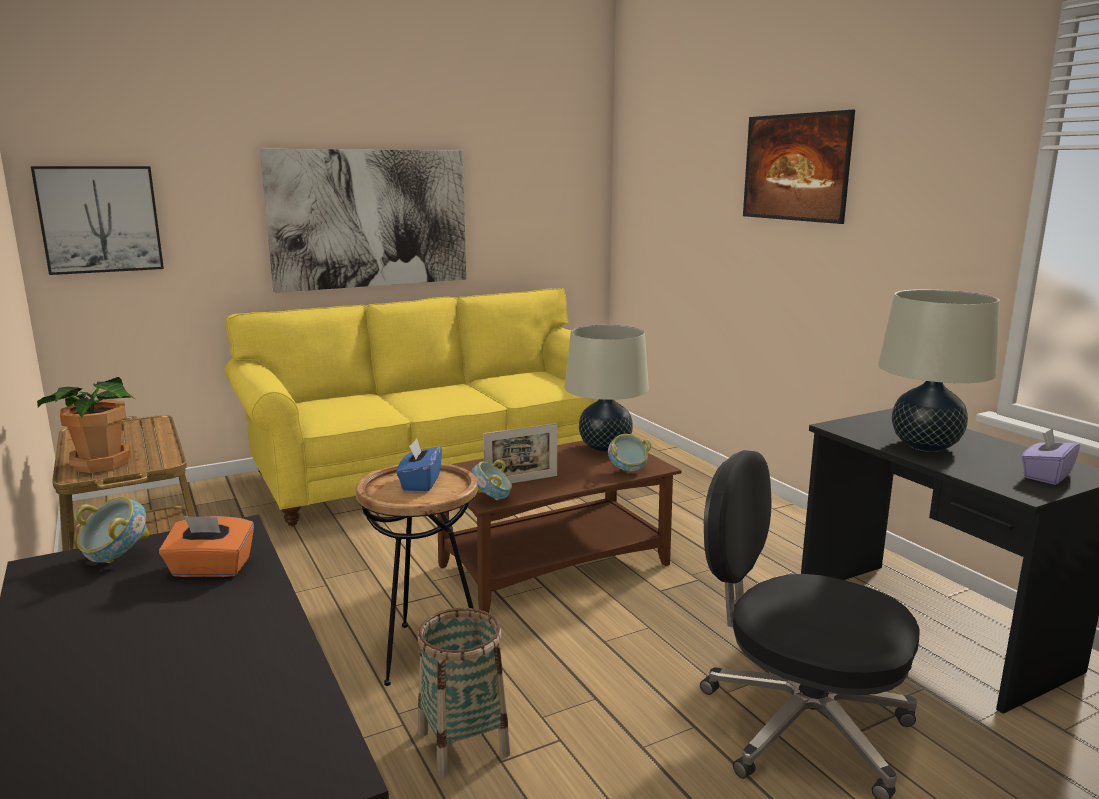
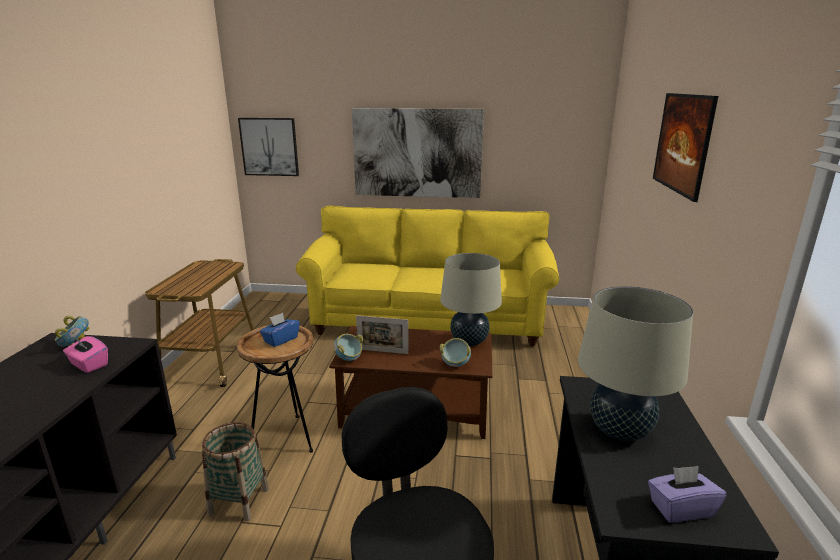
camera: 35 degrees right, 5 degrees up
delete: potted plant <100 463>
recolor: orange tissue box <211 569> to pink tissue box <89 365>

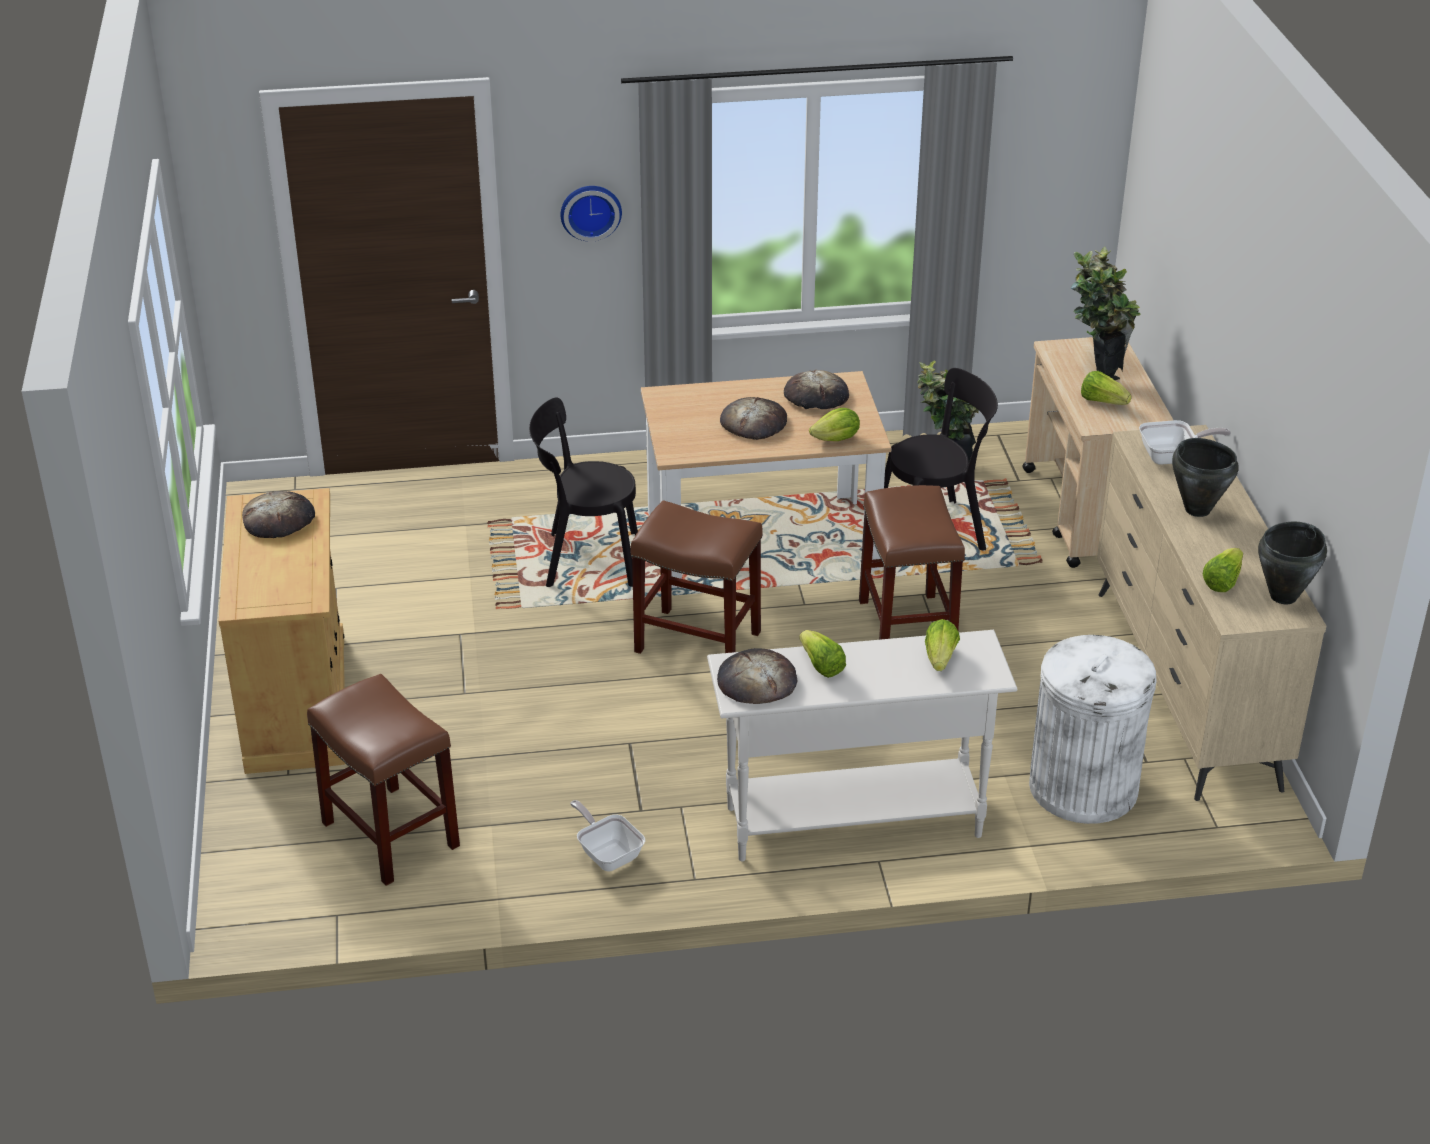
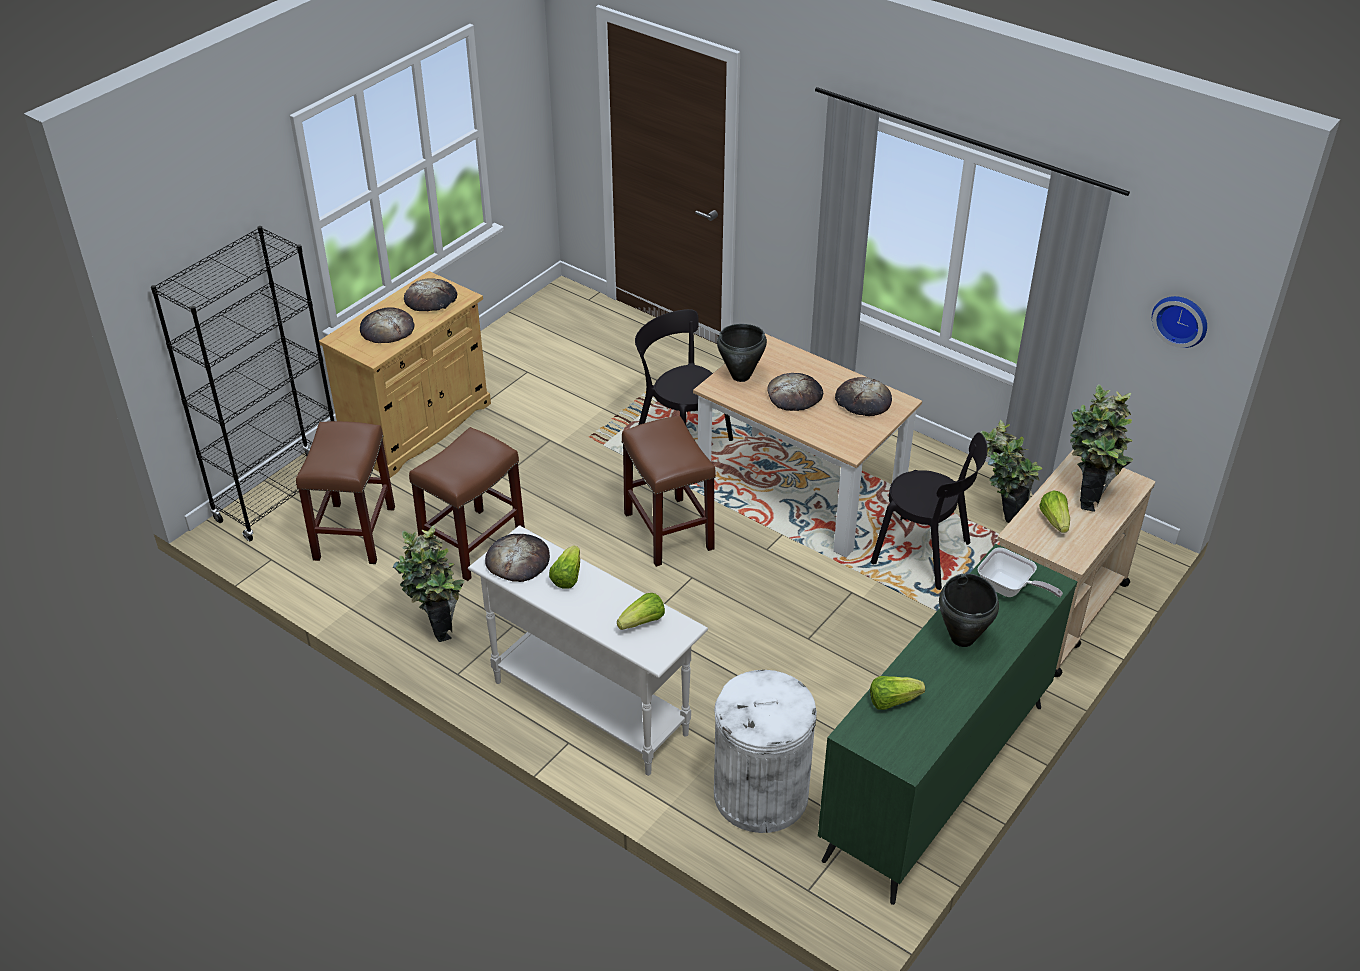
camera: 45 degrees right, 5 degrees up
delete: lettuce <836 439>
insert: black bookcase <280 497>; bread <387 329>
move: brown stool <907 629> to <473 545>; black cooking pot <1284 596> to <741 376>; wall clock <590 211> to <1181 319>
replace: frying pan <608 854> to potted plant <437 624>
recolor: beige dresser <1185 688> to green dresser <934 781>

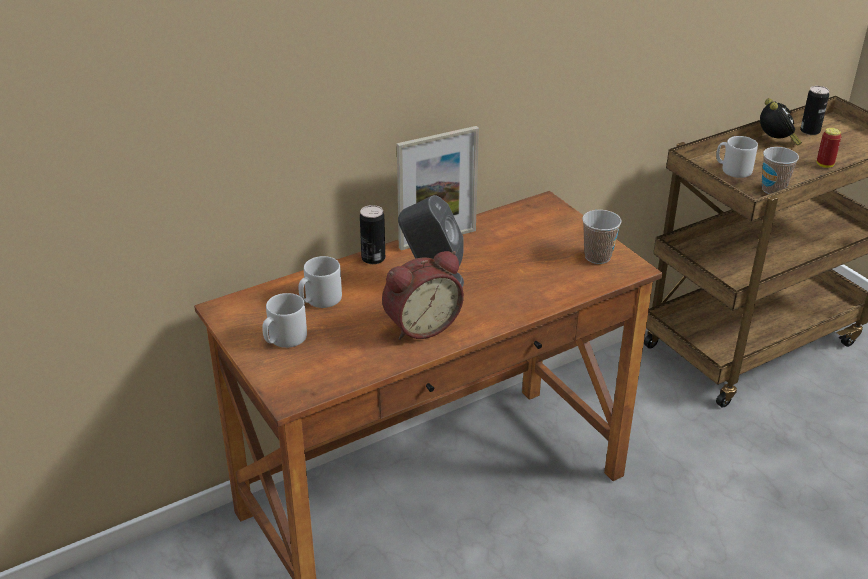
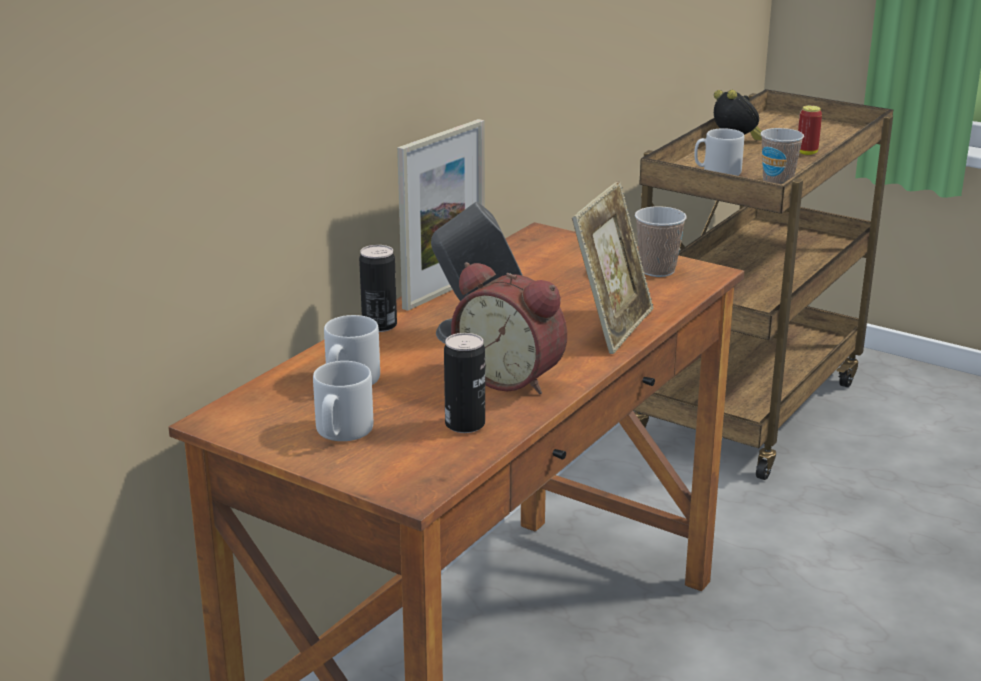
camera: 25 degrees left, 10 degrees down
insert: picture frame <612 327>
move: can <810 131> to <465 424>
rotate: alarm clock <420 325> = <512 378> 90 degrees clockwise

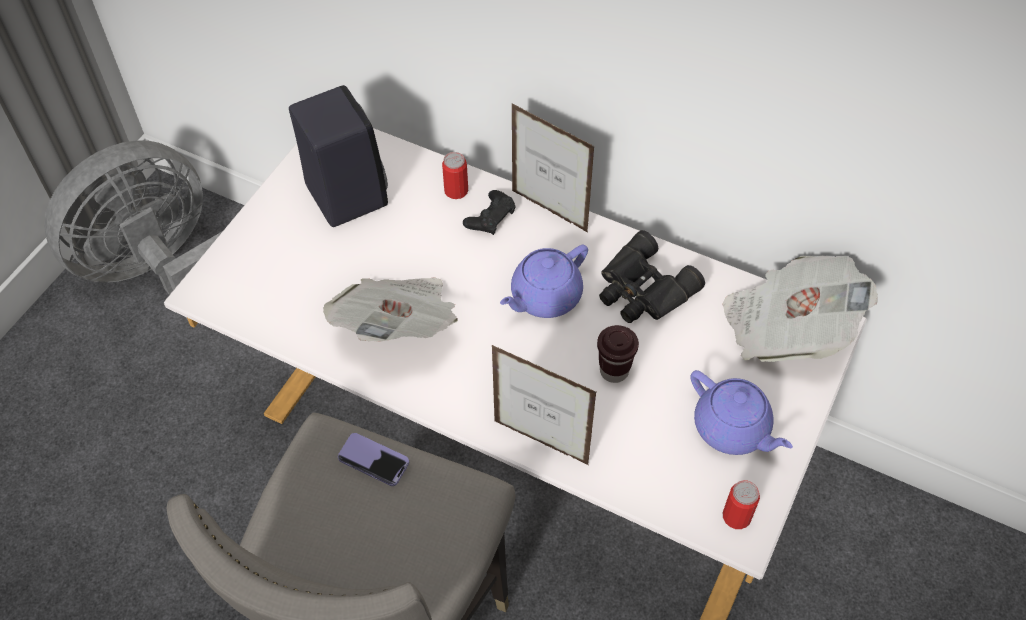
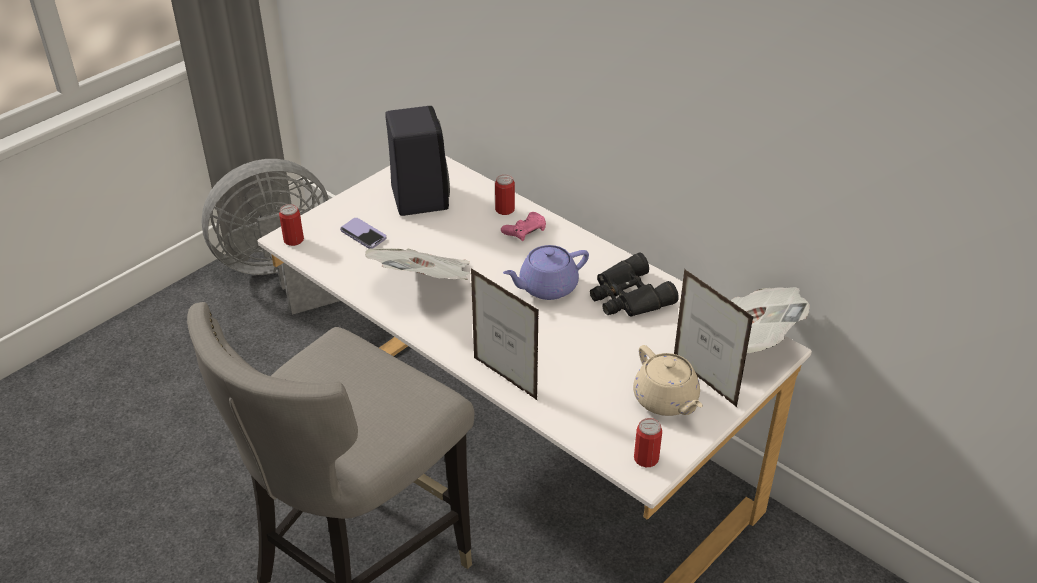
camera: 15 degrees right, 15 degrees down
delete: brown cup <614 371>
insert: can <293 240>
move: phone <373 460> to <363 234>; picture frame <549 211> to <704 382>
recolor: black game controller <490 217> to pink game controller <525 230>; purple teapot <732 429> to beige teapot <666 400>

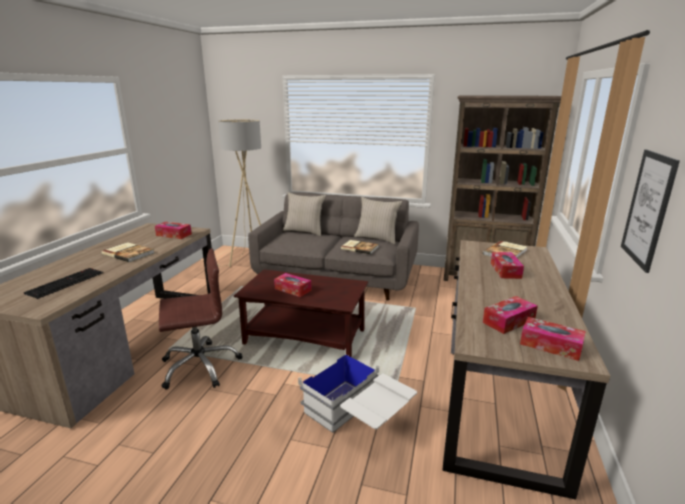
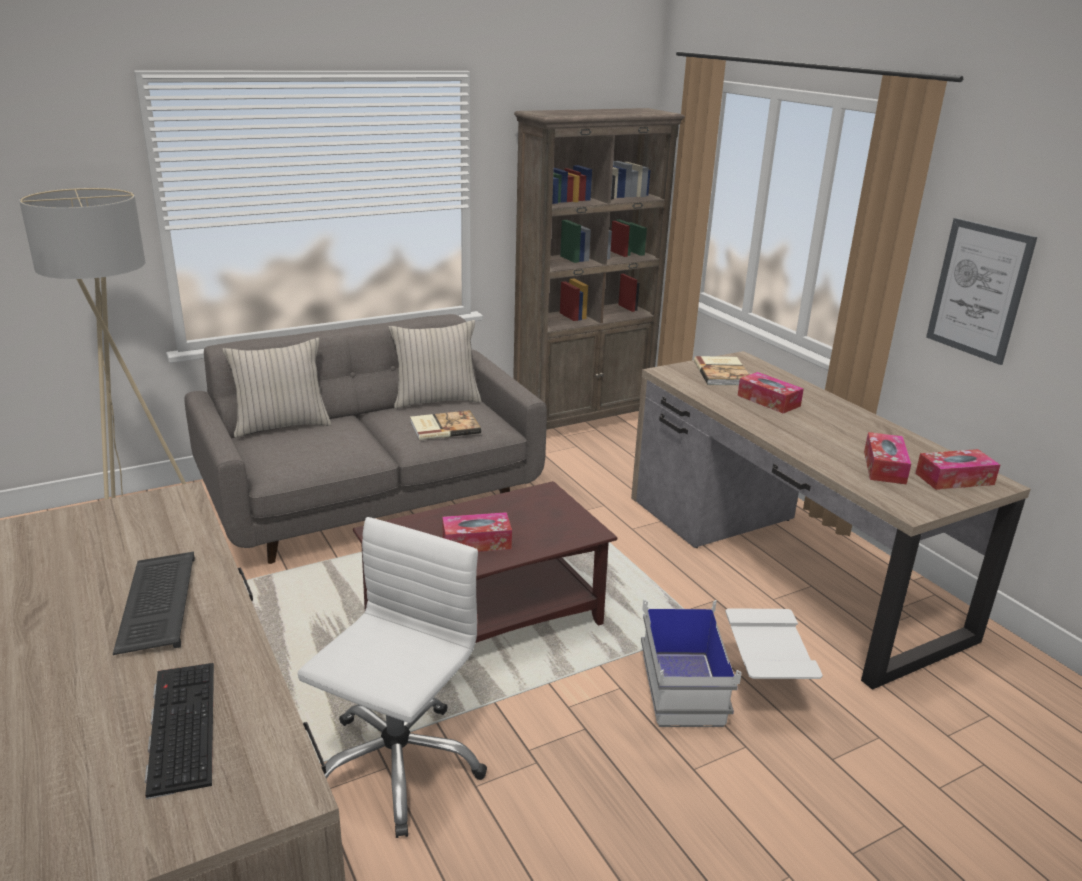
camera: 45 degrees left, 5 degrees up
delete: tissue box <174 235>
replace: book <129 253> to keyboard <156 603>
recolor: brown office chair <200 366> to white office chair <396 765>

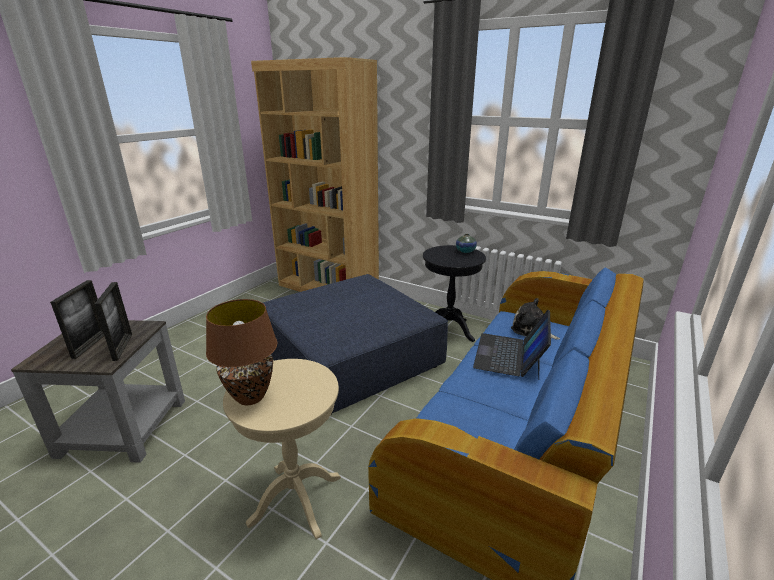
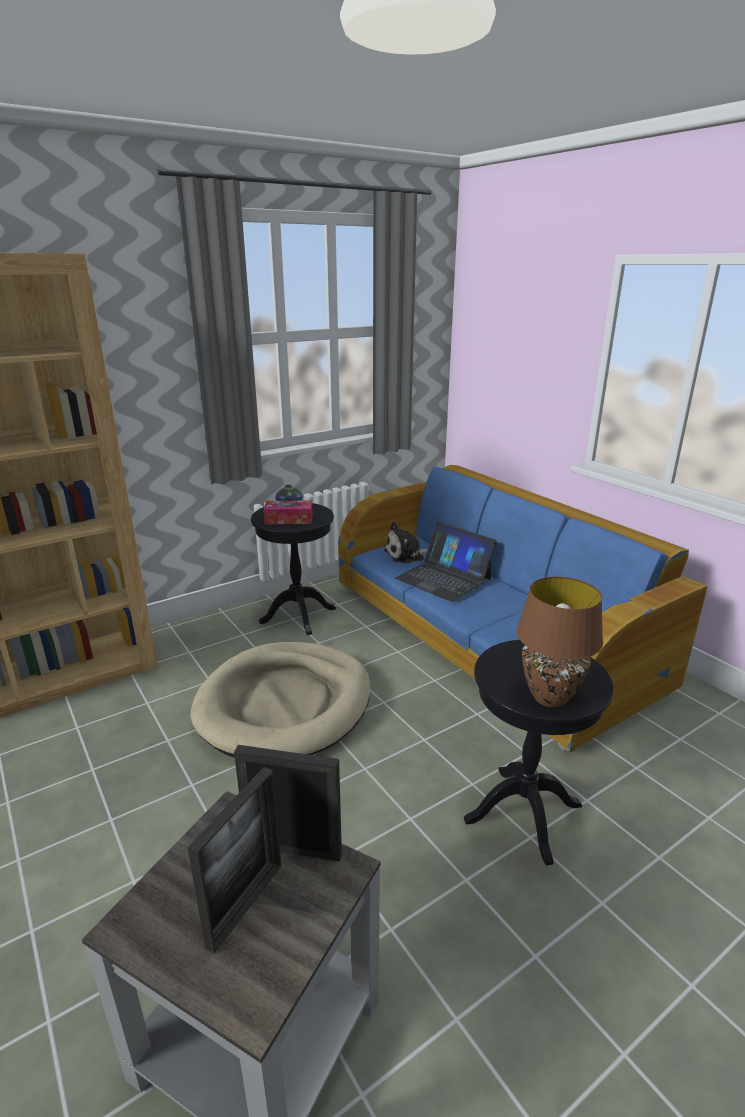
camera: 65 degrees left, 0 degrees up
insert: tissue box <289 519>
replace: blue ottoman <351 357> to beige dog bed <285 704>
recolor: beige side table <296 499> to black side table <523 813>
rotate: picture frame <90 345> = <245 904> 90 degrees clockwise

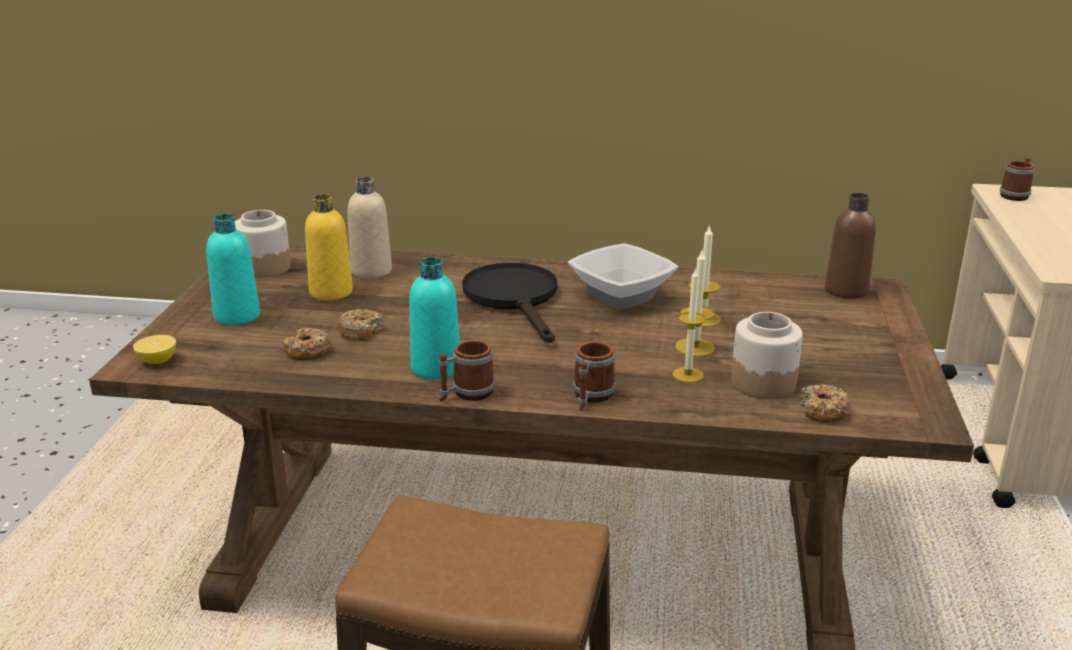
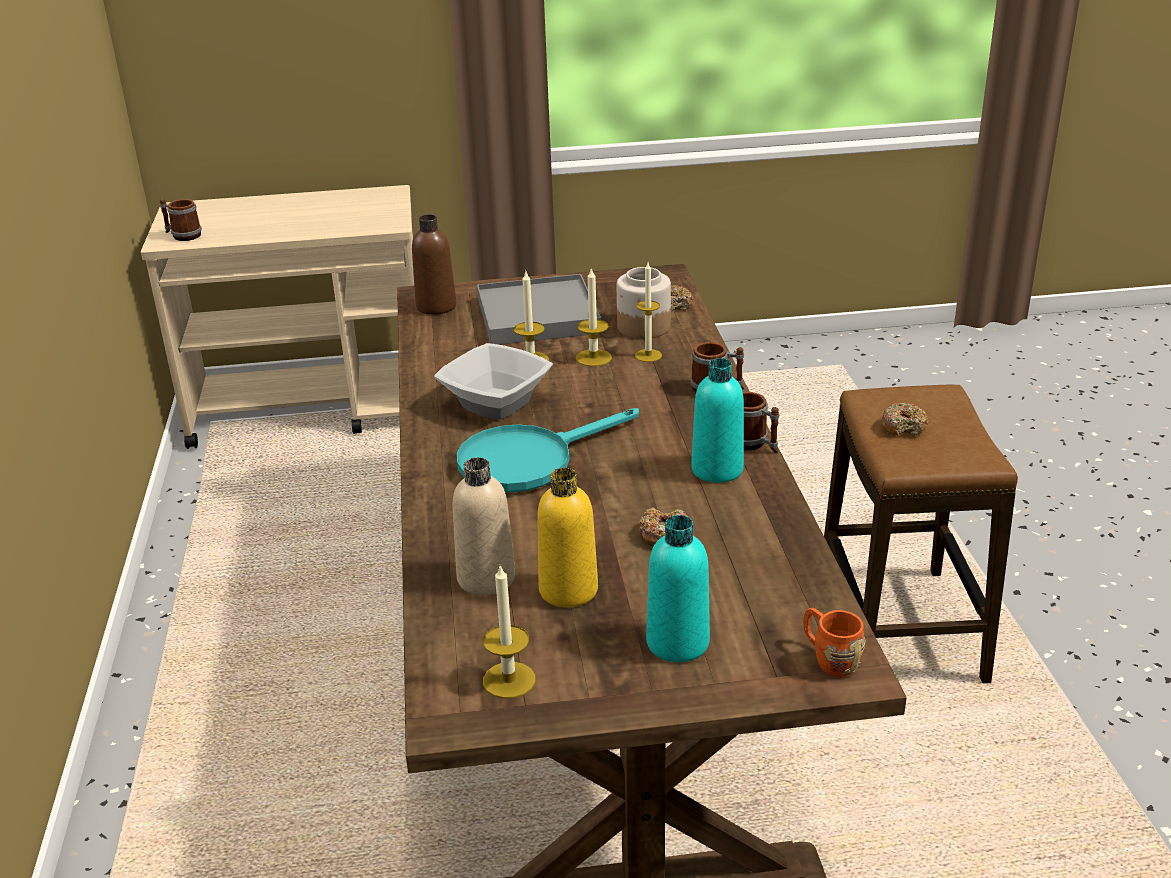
camera: 105 degrees left, 5 degrees up
insert: grey tray <538 316>
move: donut <308 351> to <904 426>
replace: jar <264 268> to candle <509 680>; lemon <157 361> to orange mug <829 658>
recolor: black frying pan <515 299> to turquoise frying pan <529 460>

